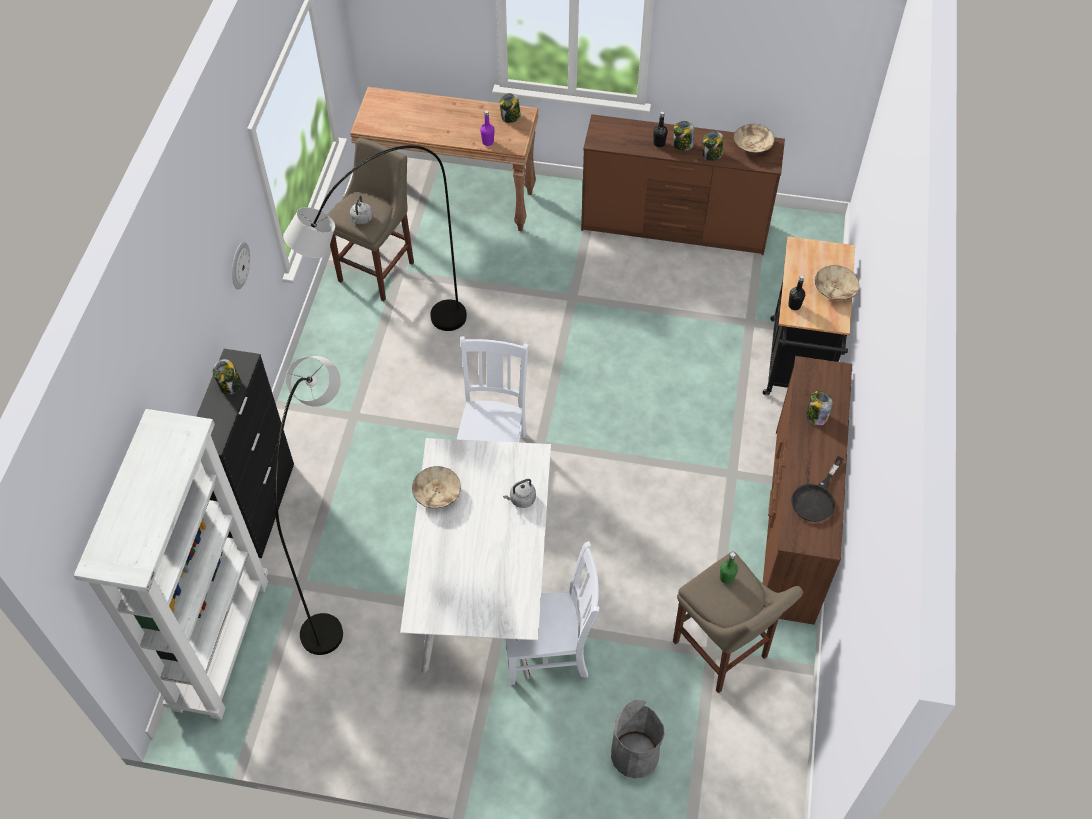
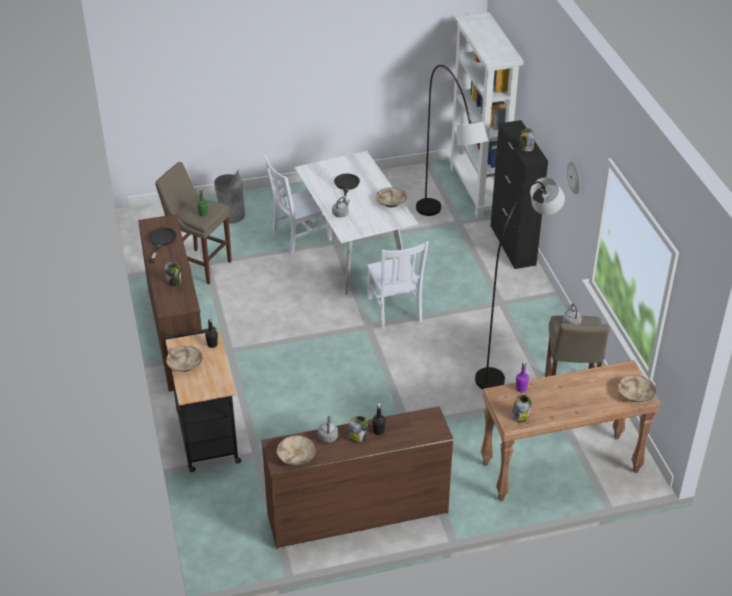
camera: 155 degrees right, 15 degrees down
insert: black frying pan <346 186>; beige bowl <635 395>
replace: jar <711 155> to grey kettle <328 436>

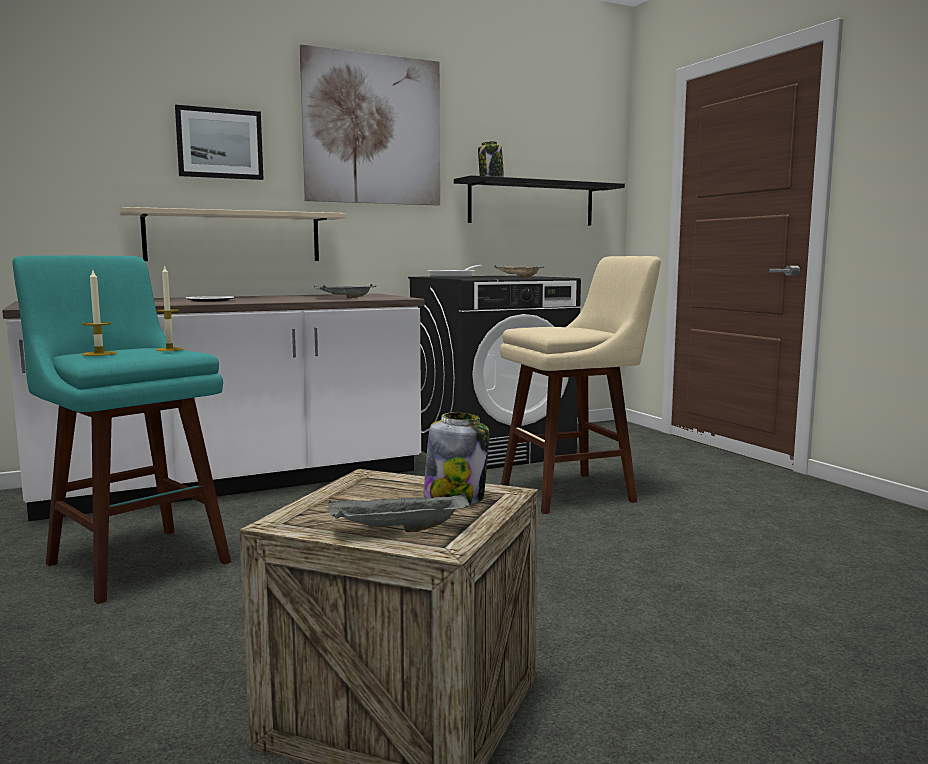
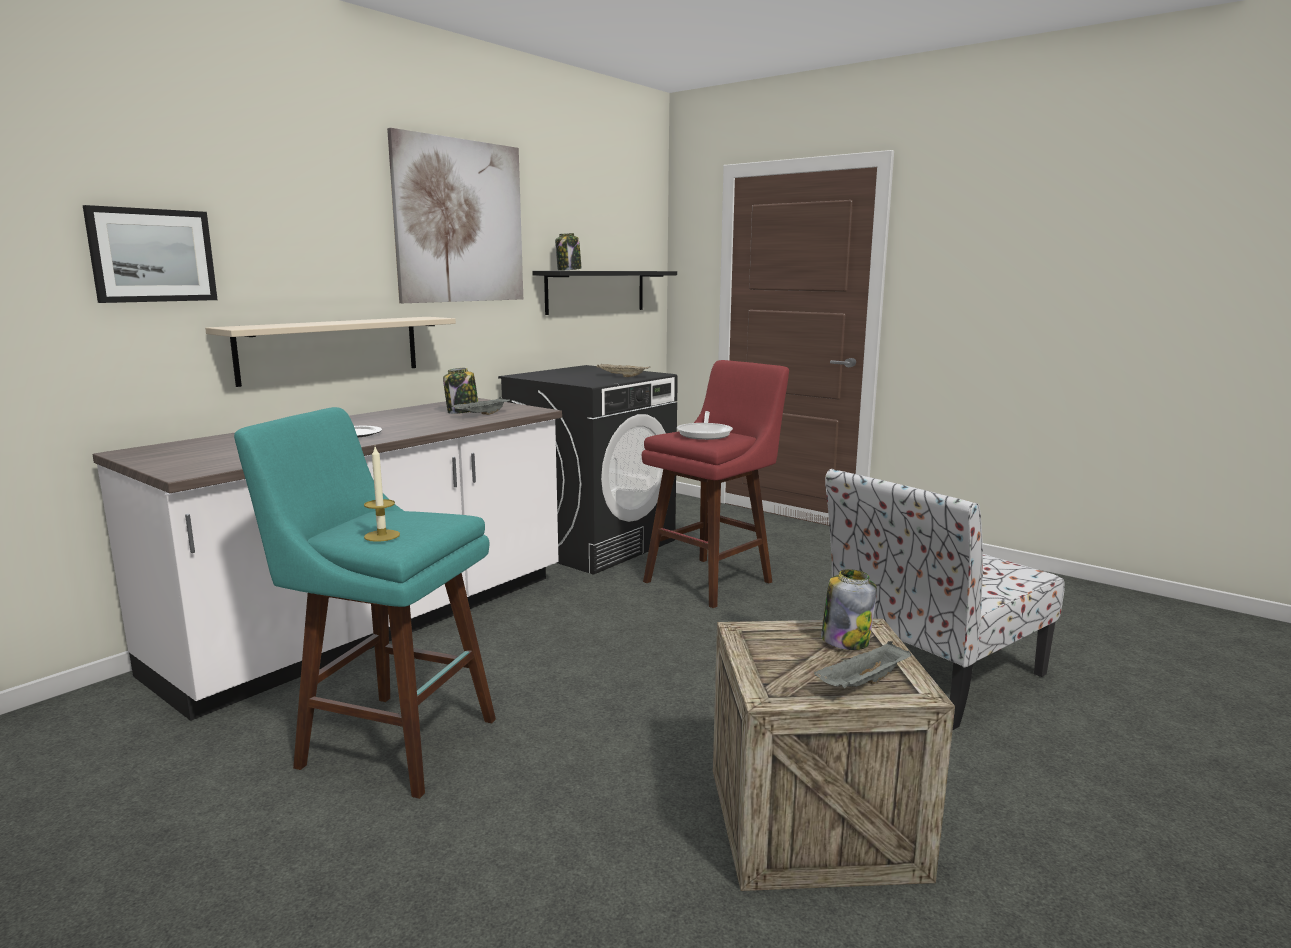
camera: 25 degrees left, 5 degrees up
delete: candle <169 349>
insert: jar <462 412>; chair <931 674>
move: picture <219 143> to <152 255>; frying pan <454 276> to <705 433>
recolor: beige stool <575 492> to red stool <713 579>

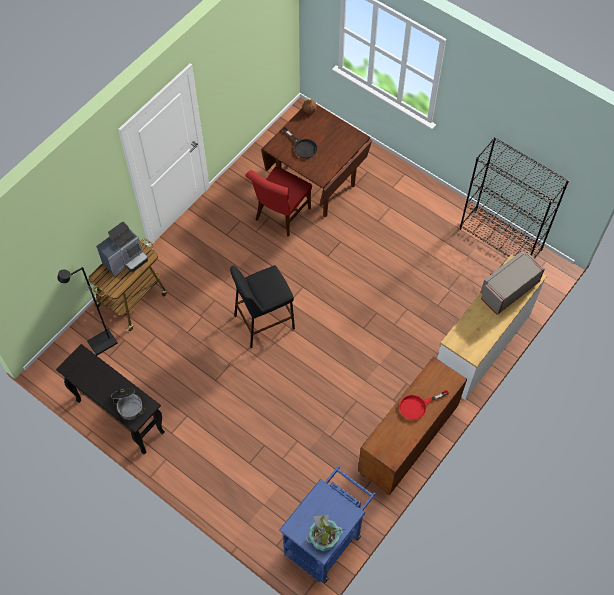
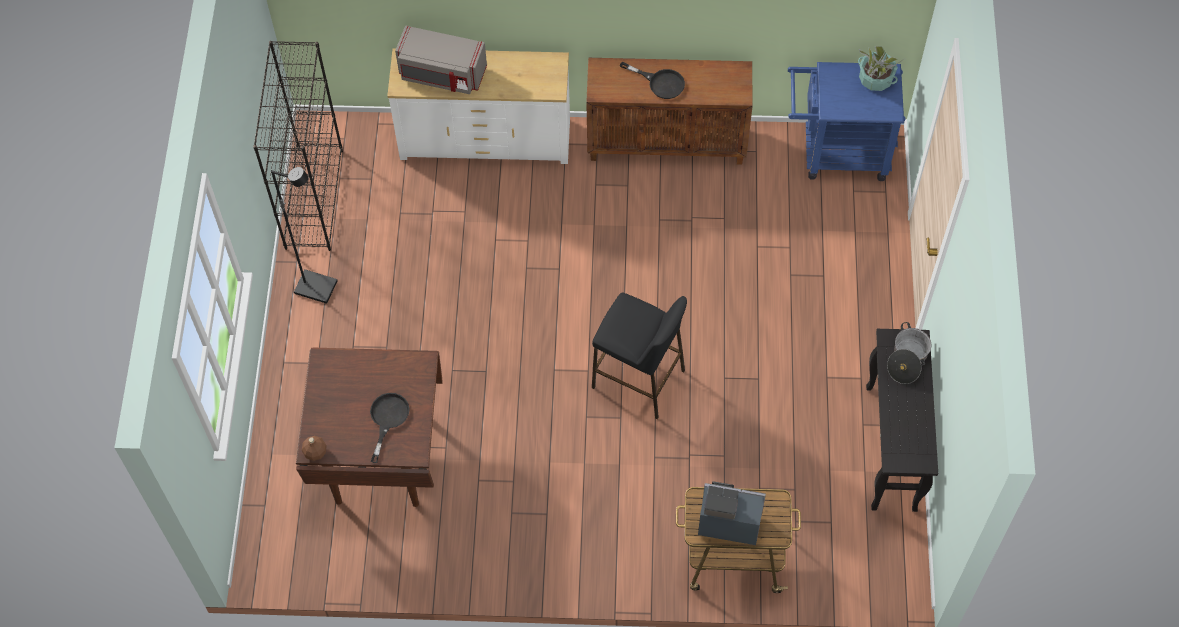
camera: 125 degrees left, 0 degrees up
delete: red chair <280 216>
move: black floor lamp <102 343> to <317 287>
recolor: red frying pan <417 406> to black frying pan <660 82>

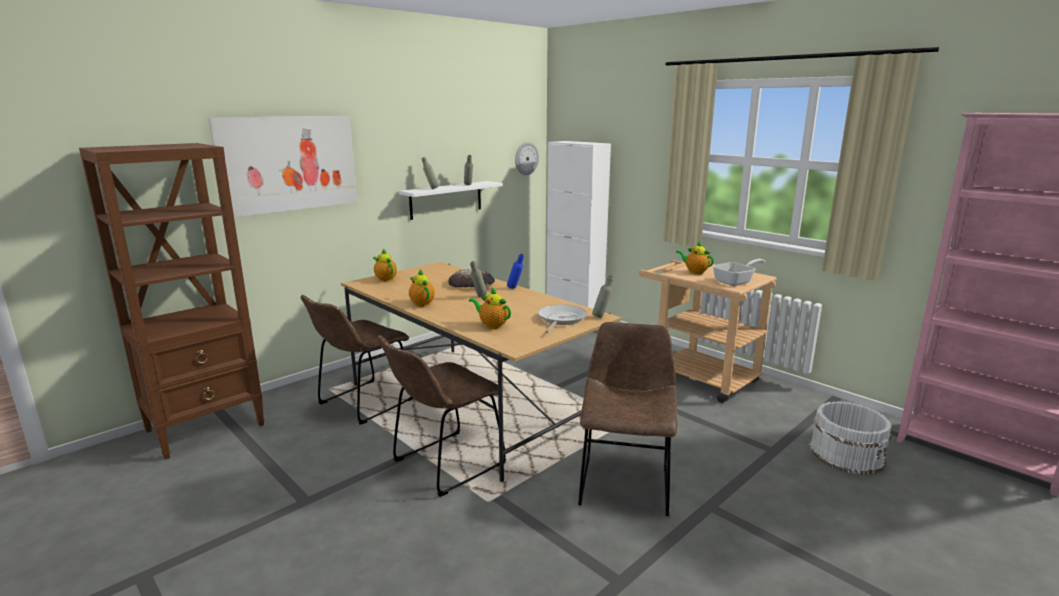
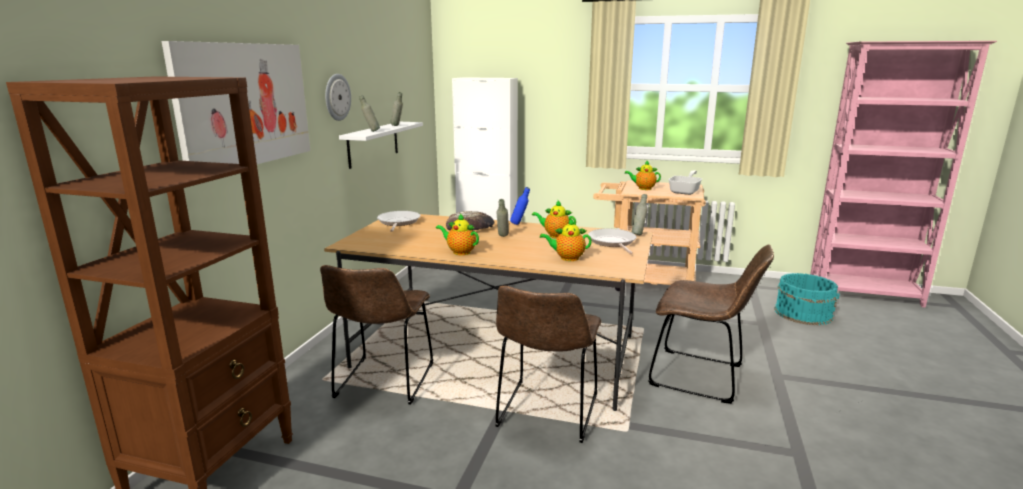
camera: 30 degrees left, 0 degrees up
insert: frying pan <398 222>
move: wall clock <526 158> to <337 97>; teapot <385 279> to <555 236>
recolor: white bucket <847 454> to turquoise bucket <803 313>
rotate: brown chair <625 481> = <702 377> 135 degrees clockwise

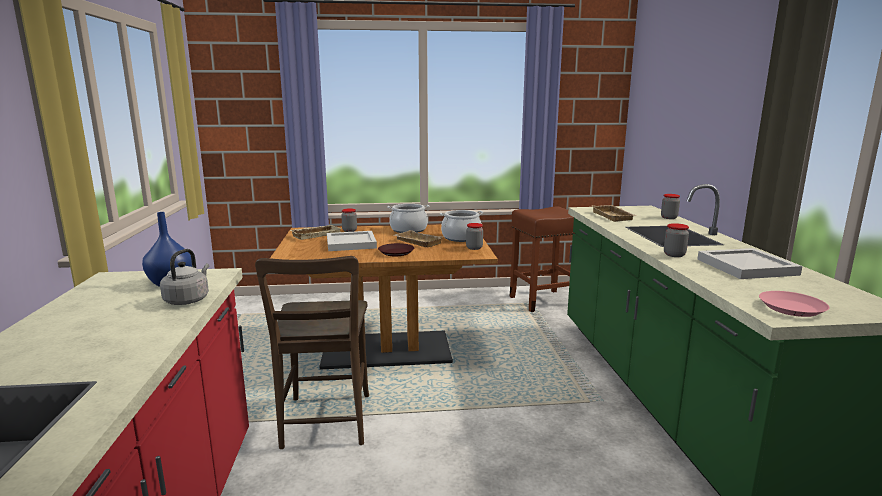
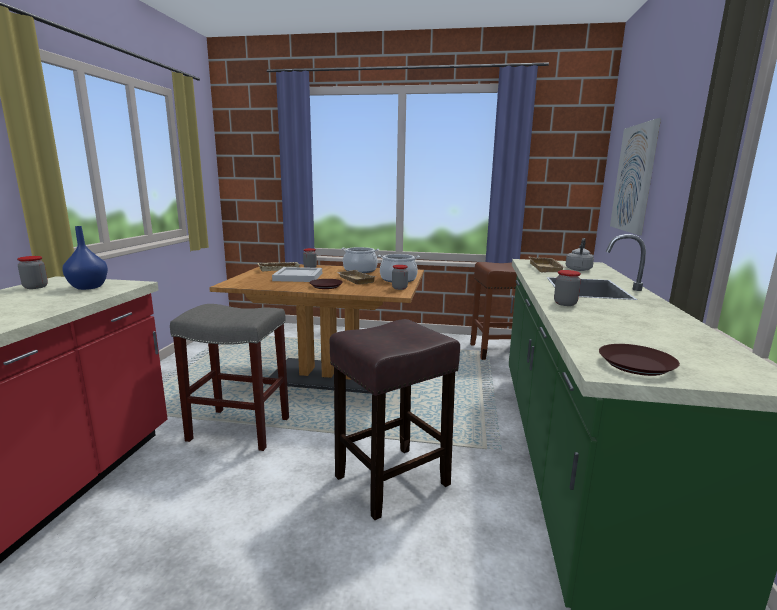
camera: 15 degrees right, 0 degrees up
delete: white tray <746 266>
insert: brown stool <390 481>; picture <633 178>
move: jar <669 217> to <35 287>; grey kettle <188 300> to <578 269>
replace: brown chair <325 424> to grey stool <238 429>
recolor: pink plate <792 308> to brown plate <636 365>

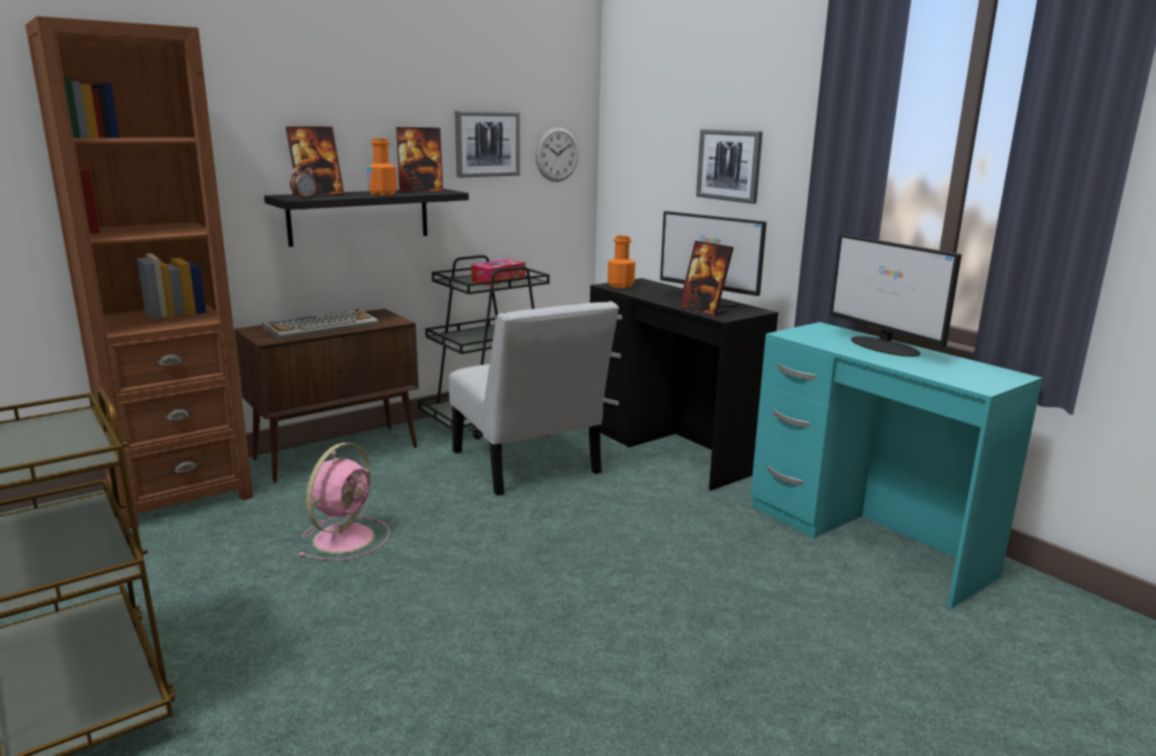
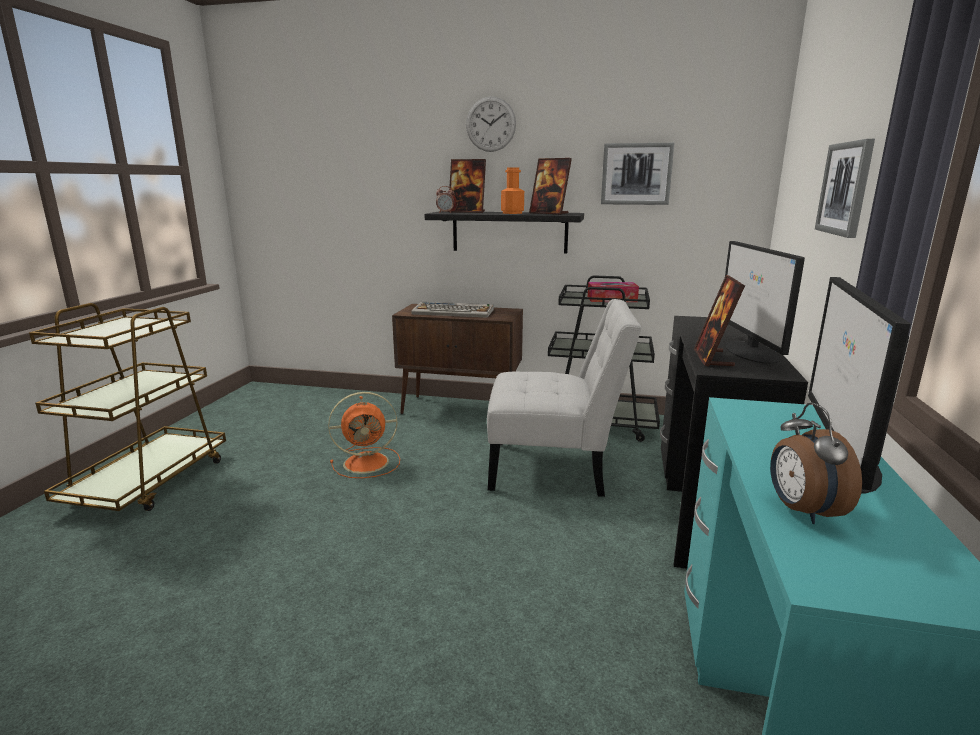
camera: 50 degrees right, 0 degrees up
delete: brown bookcase <180 494>; orange bottle <620 285>
insert: alarm clock <801 511>
move: wall clock <557 154> to <490 124>
recolor: pink fan <345 537> to orange fan <368 462>
rotate: white chair <528 466> = <555 468> 105 degrees counterclockwise

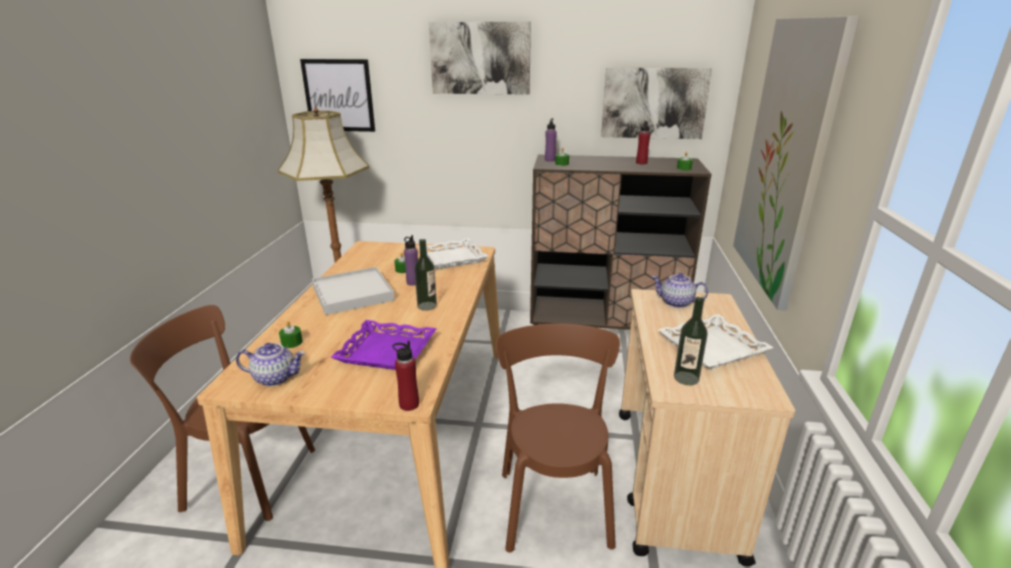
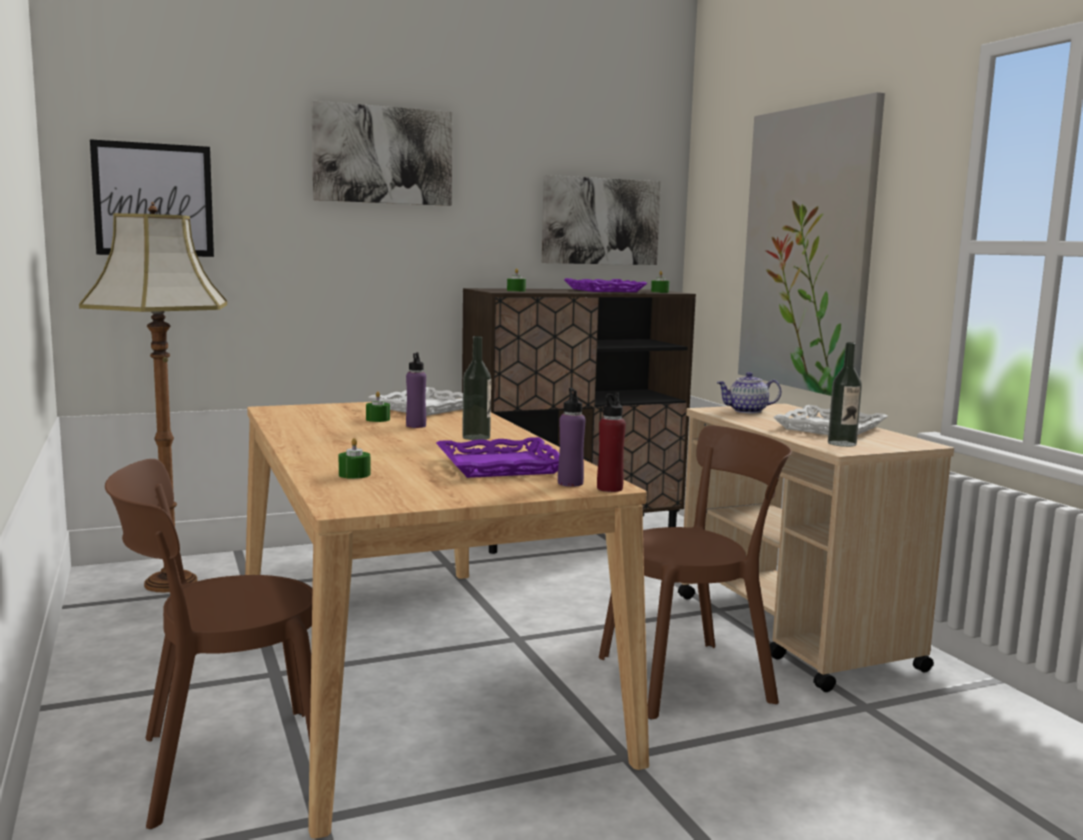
camera: 30 degrees left, 15 degrees down
delete: teapot <276 377>; white tray <352 294>
move: purple bottle <550 160> to <570 483>
replace: red bottle <641 163> to purple tray <604 290>
rotate: brown chair <554 502> = <692 678> 105 degrees clockwise

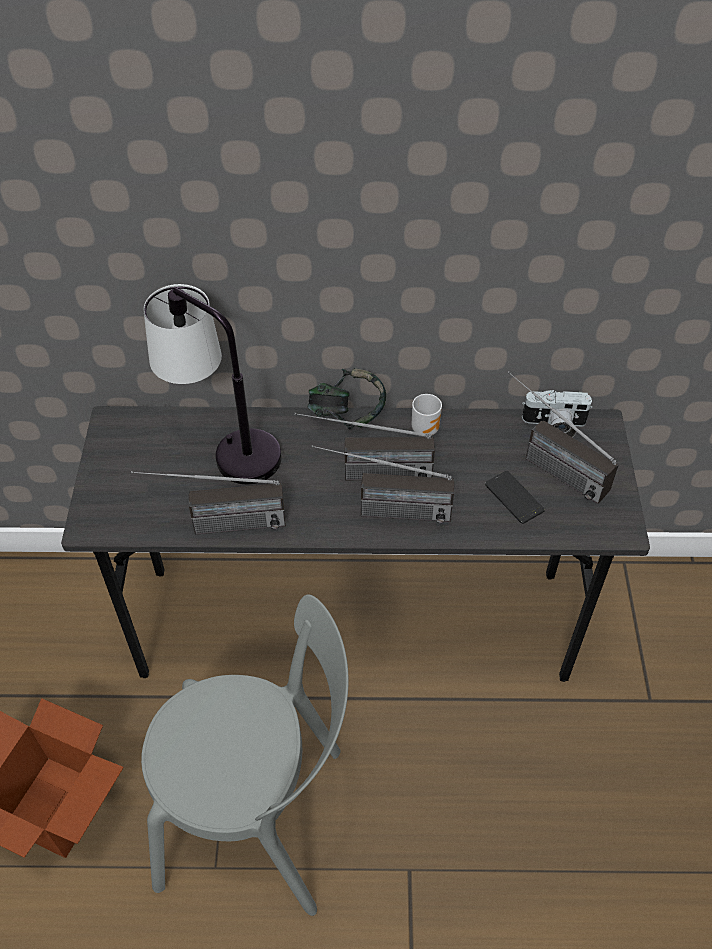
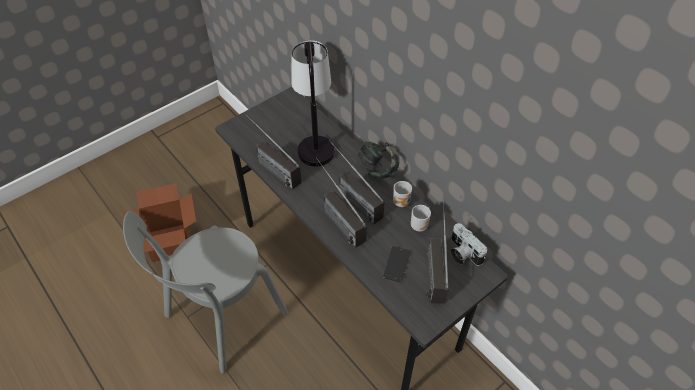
camera: 50 degrees right, 0 degrees up
insert: mug <419 225>
rotate: grey chair <261 819> = <221 318> 75 degrees clockwise

